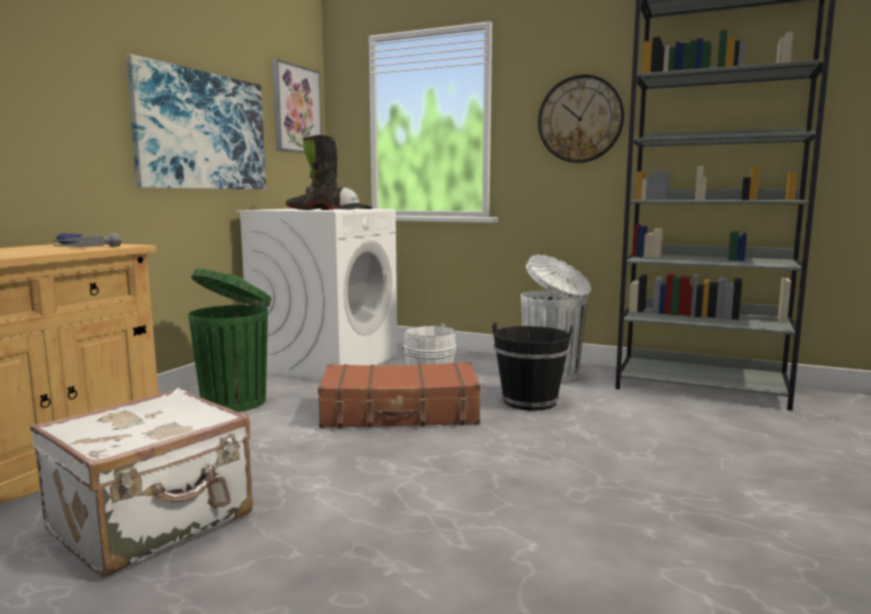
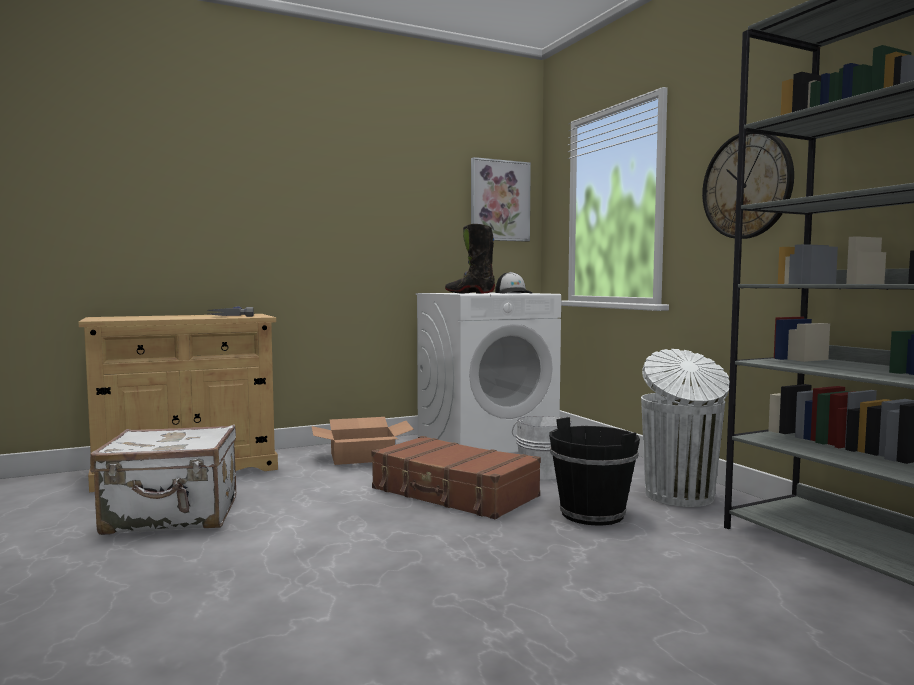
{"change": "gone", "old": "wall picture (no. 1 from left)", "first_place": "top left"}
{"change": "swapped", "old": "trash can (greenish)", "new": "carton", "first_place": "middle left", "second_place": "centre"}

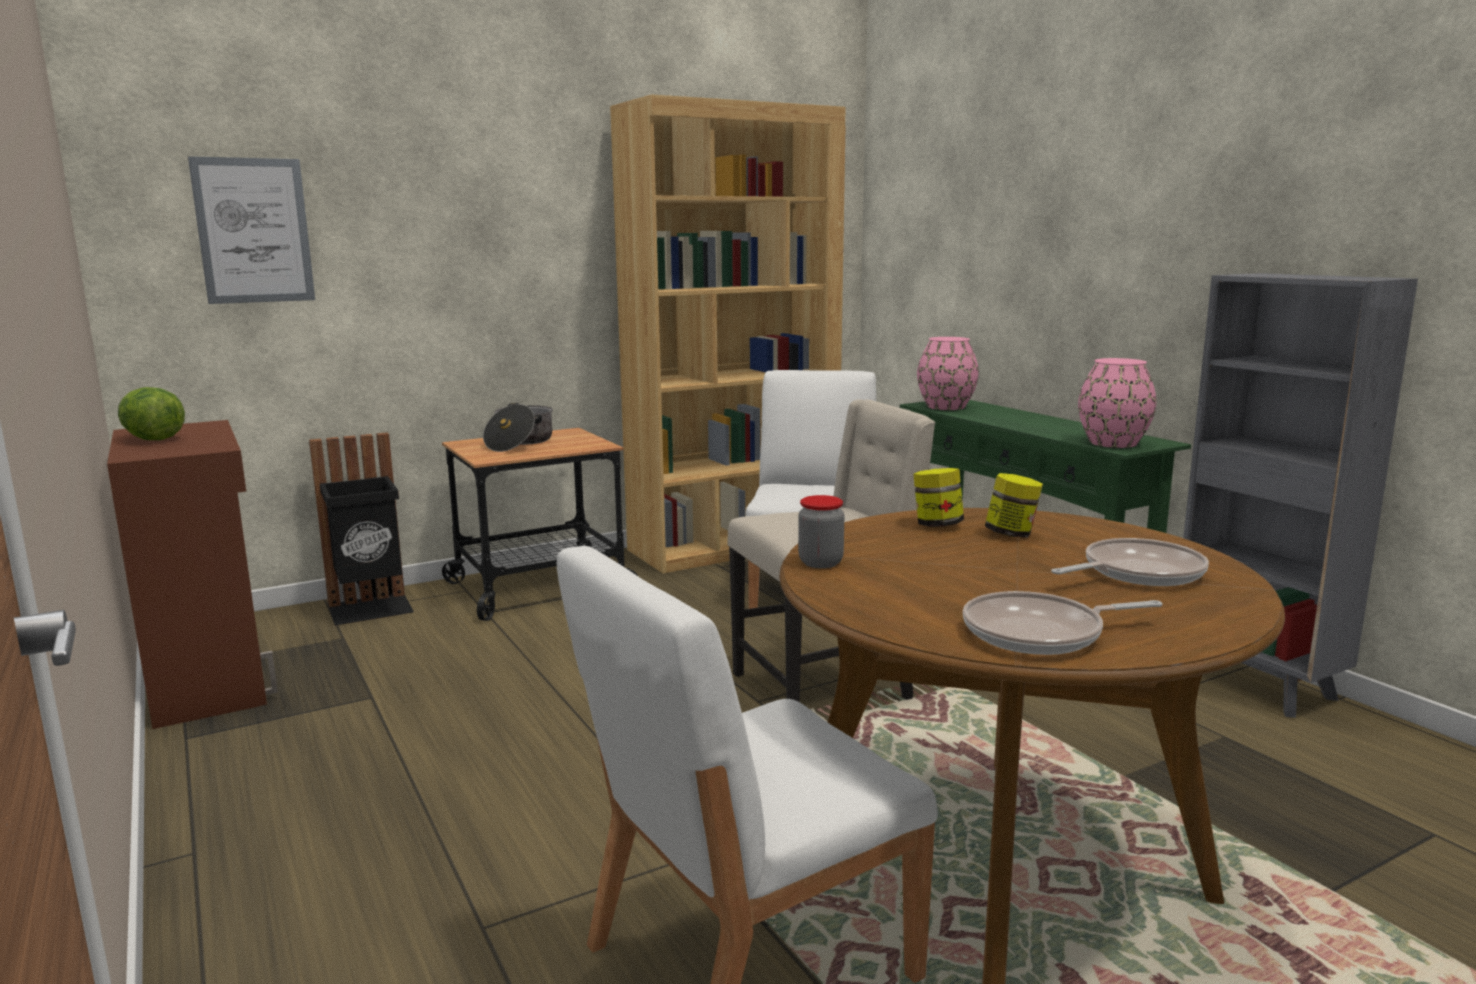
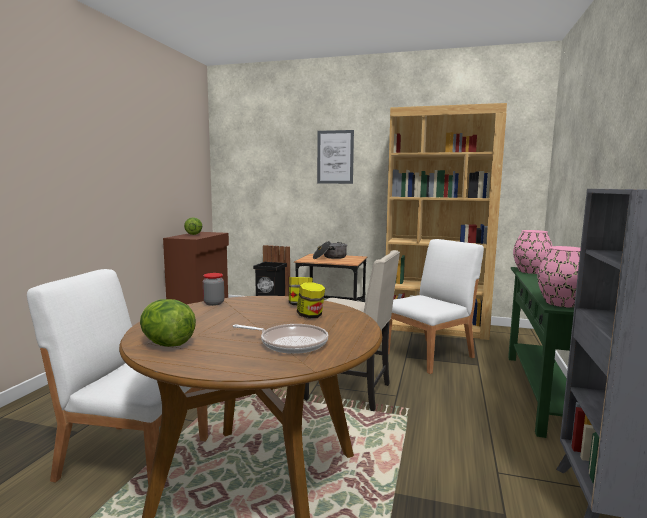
{"change": "shifted", "old": "wall picture", "first_place": "top left", "second_place": "top centre"}
{"change": "swapped", "old": "skillet (no. 1 from left)", "new": "lettuce head (no. 1 from left)", "first_place": "middle right", "second_place": "middle left"}

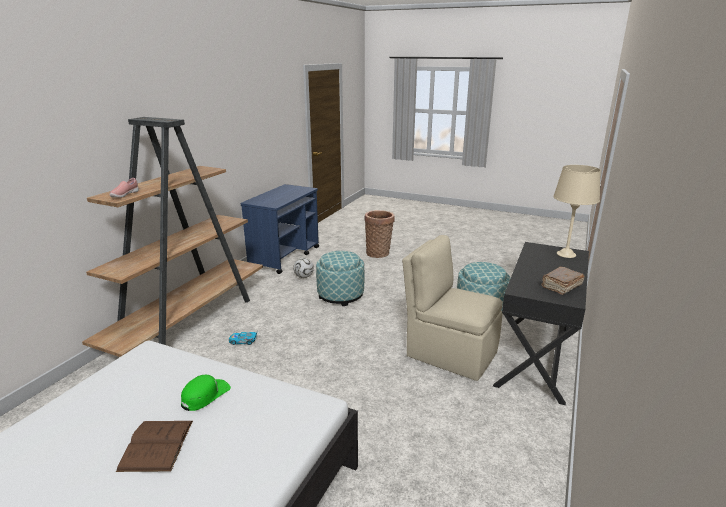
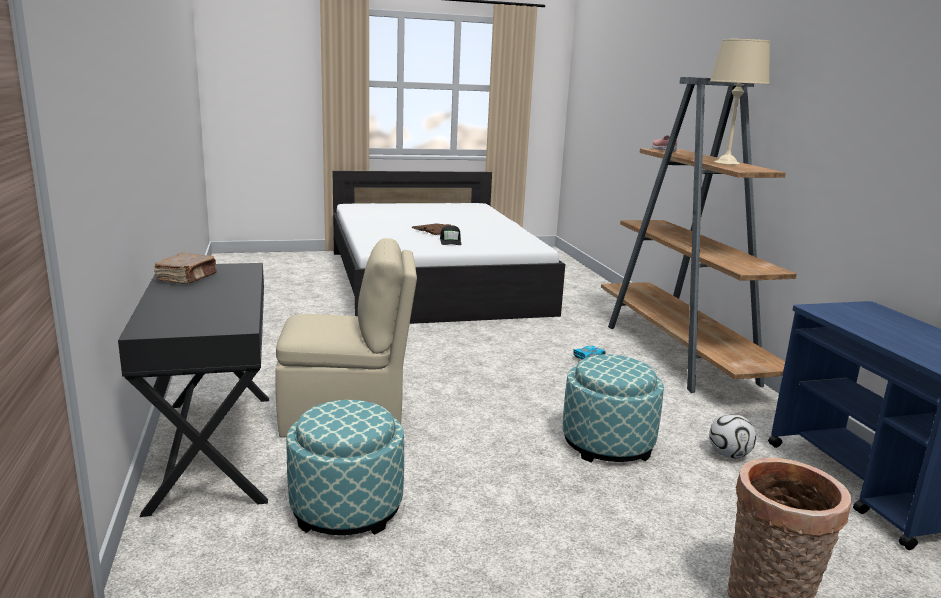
{"change": "shifted", "old": "lamp for a table (beige)", "first_place": "middle right", "second_place": "top right"}
{"change": "repainted", "old": "cap (greenish)", "new": "cap (black)", "first_place": "bottom left", "second_place": "centre"}

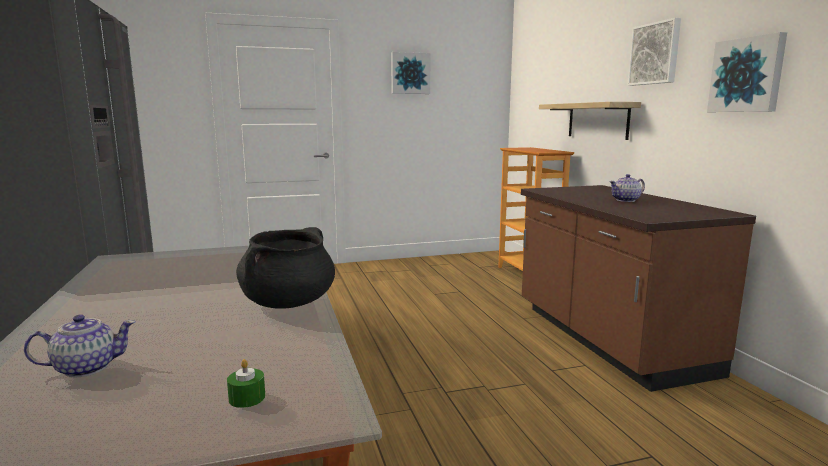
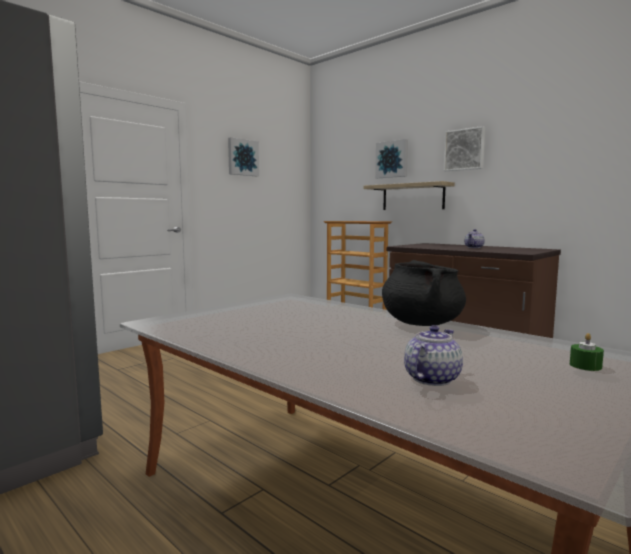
{"change": "shifted", "old": "wall picture (no. 3 from left in the first image)", "new": "wall picture (no. 2 from left)", "first_place": "top right", "second_place": "top centre"}

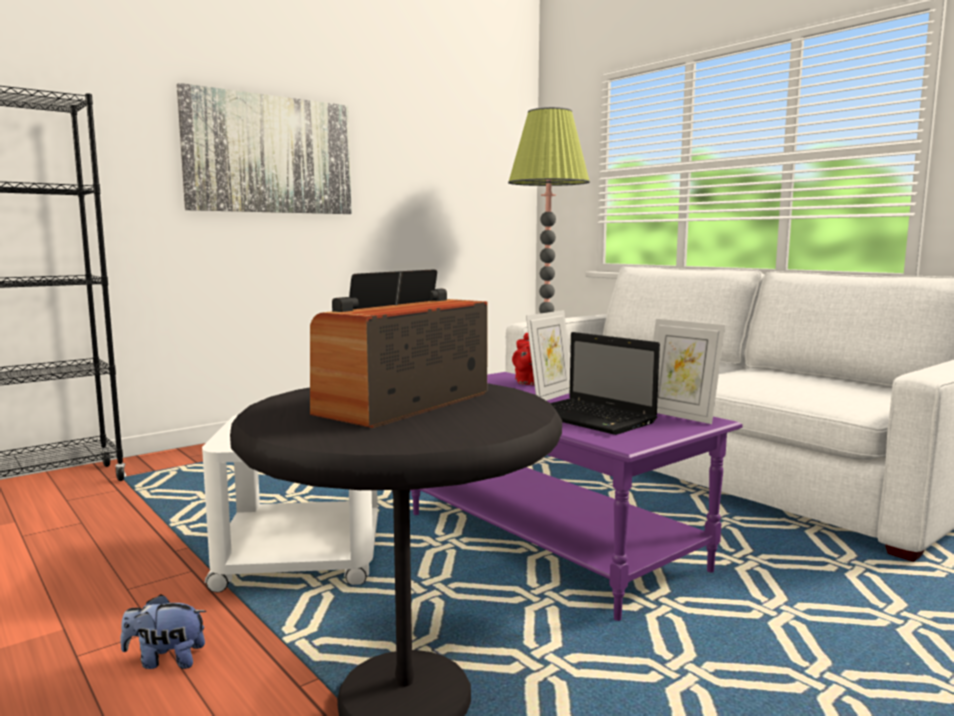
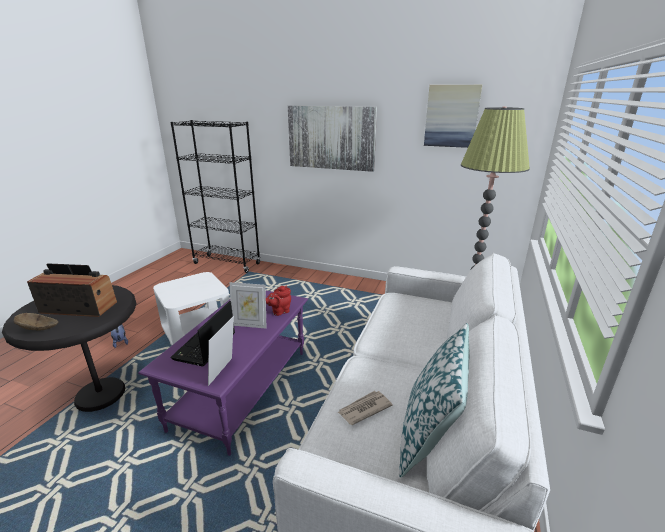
{"change": "new", "new": "wall picture (no. 2 from left)", "second_place": "top right"}
{"change": "new", "new": "serving bowl (brown-coloured)", "second_place": "middle left"}
{"change": "new", "new": "cushion", "second_place": "bottom centre"}
{"change": "new", "new": "daily paper", "second_place": "bottom centre"}

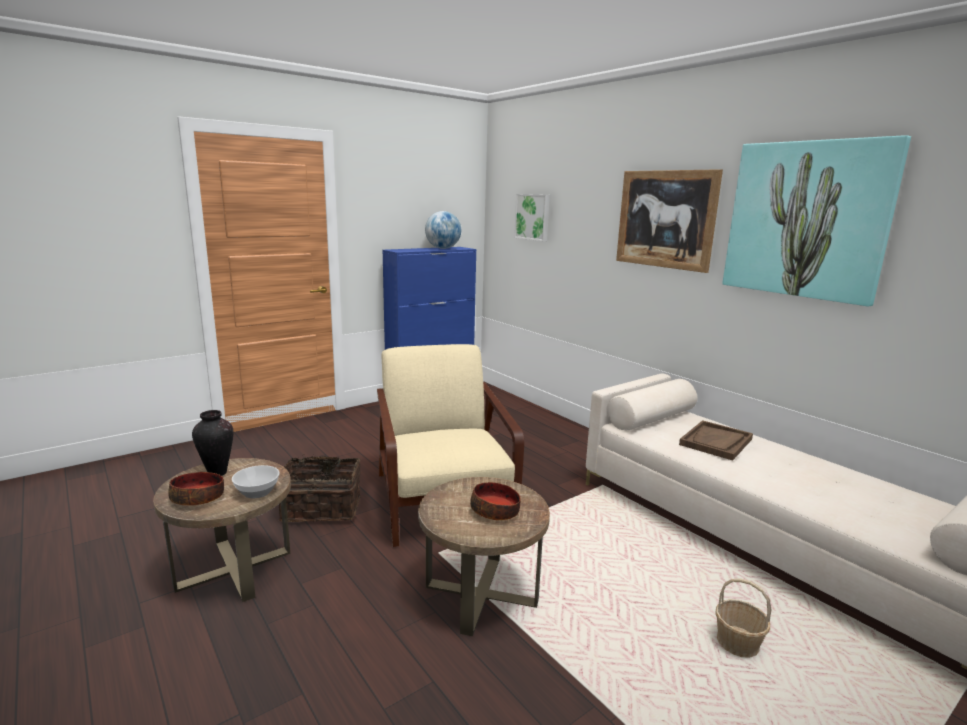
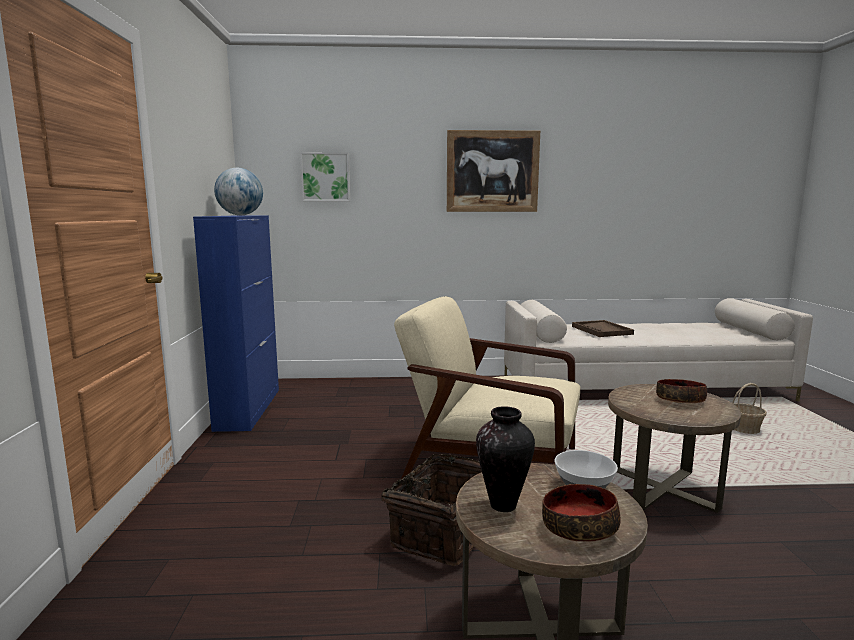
{"change": "gone", "old": "wall picture (no. 3 from left)", "first_place": "top right"}

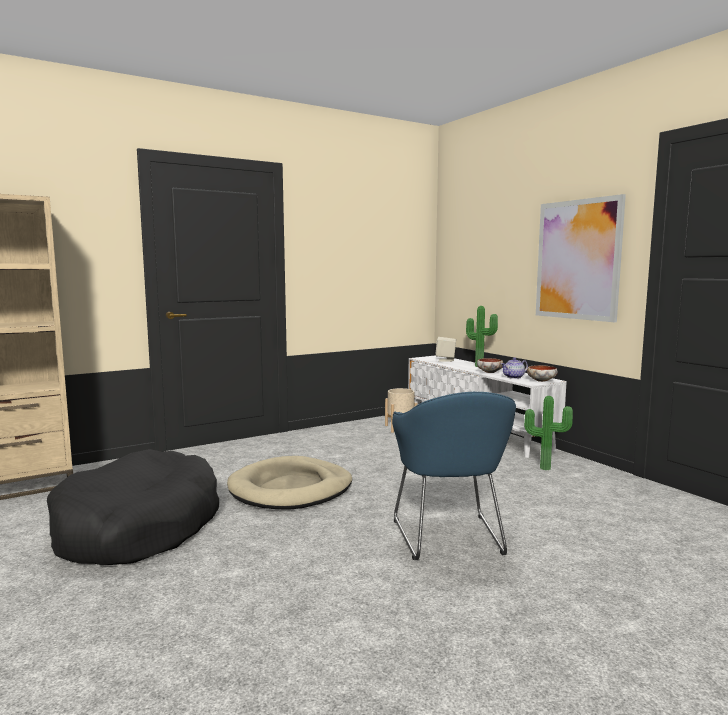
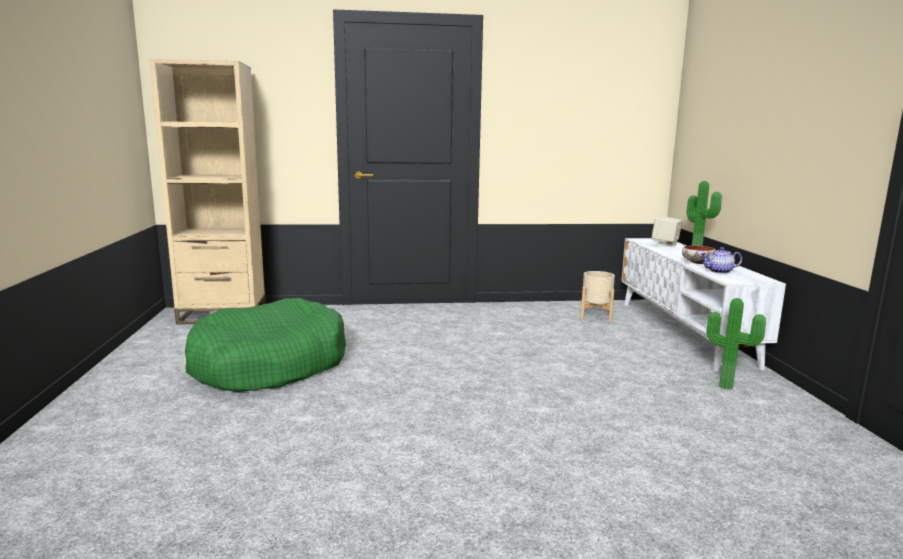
{"change": "gone", "old": "wall picture", "first_place": "middle right"}
{"change": "gone", "old": "serving bowl (no. 2 from left)", "first_place": "middle right"}
{"change": "gone", "old": "easy chair (blue)", "first_place": "centre"}
{"change": "repainted", "old": "dog bed (black)", "new": "dog bed (greenish)", "first_place": "bottom left", "second_place": "middle left"}
{"change": "gone", "old": "dog bed (beige)", "first_place": "bottom centre"}

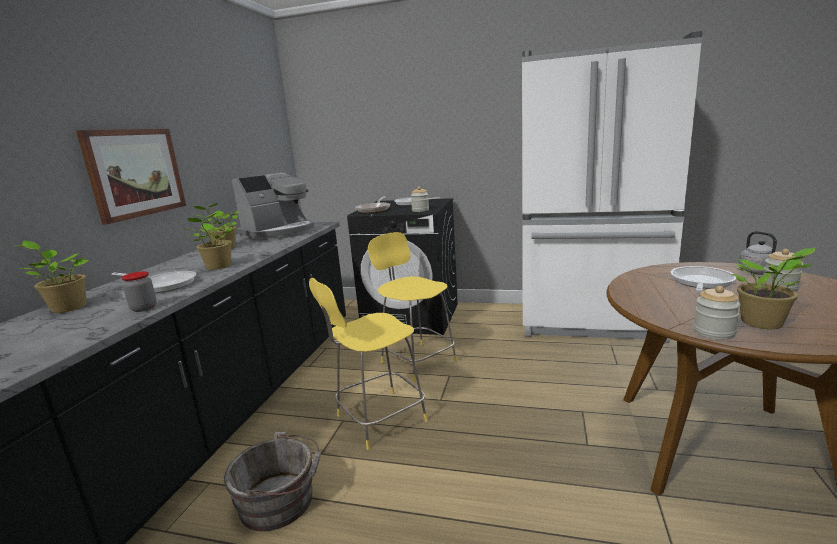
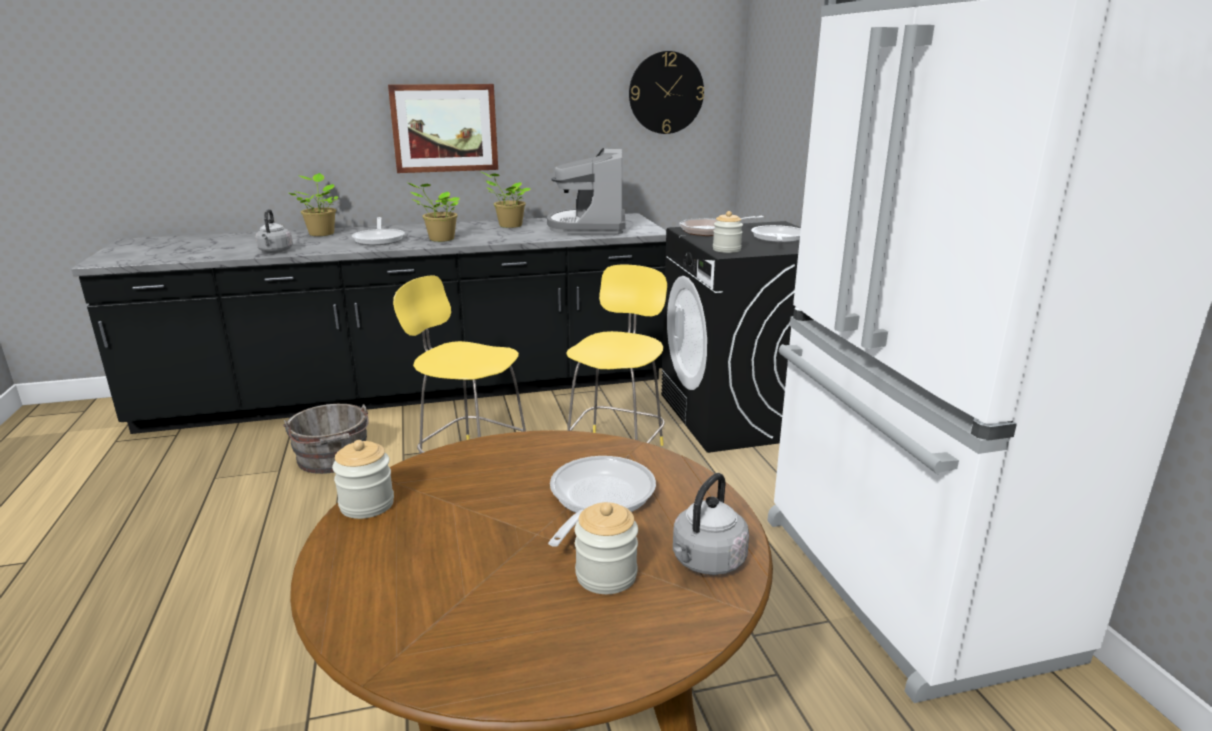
{"change": "rotated", "old": "coffee brewer", "first_place": "middle left", "second_place": "top centre", "degrees": 75}
{"change": "gone", "old": "potted plant (no. 4 from left)", "first_place": "middle right"}
{"change": "rotated", "old": "skillet (no. 4 from left in the first image)", "first_place": "middle right", "second_place": "bottom centre", "degrees": -75}
{"change": "gone", "old": "preserve jar (no. 1 from left)", "first_place": "middle left"}
{"change": "new", "new": "hanging clock", "second_place": "top centre"}
{"change": "new", "new": "kettle (gray) (no. 1 from left)", "second_place": "top left"}

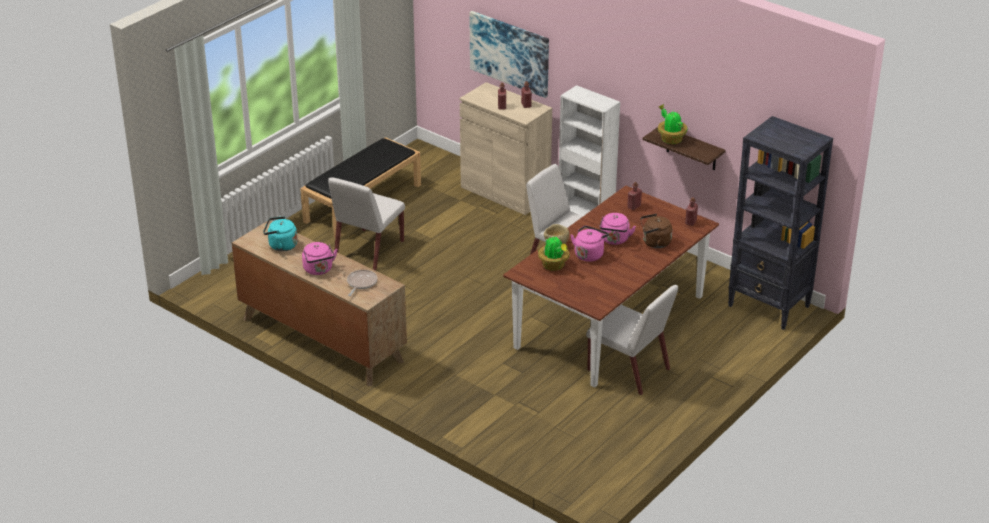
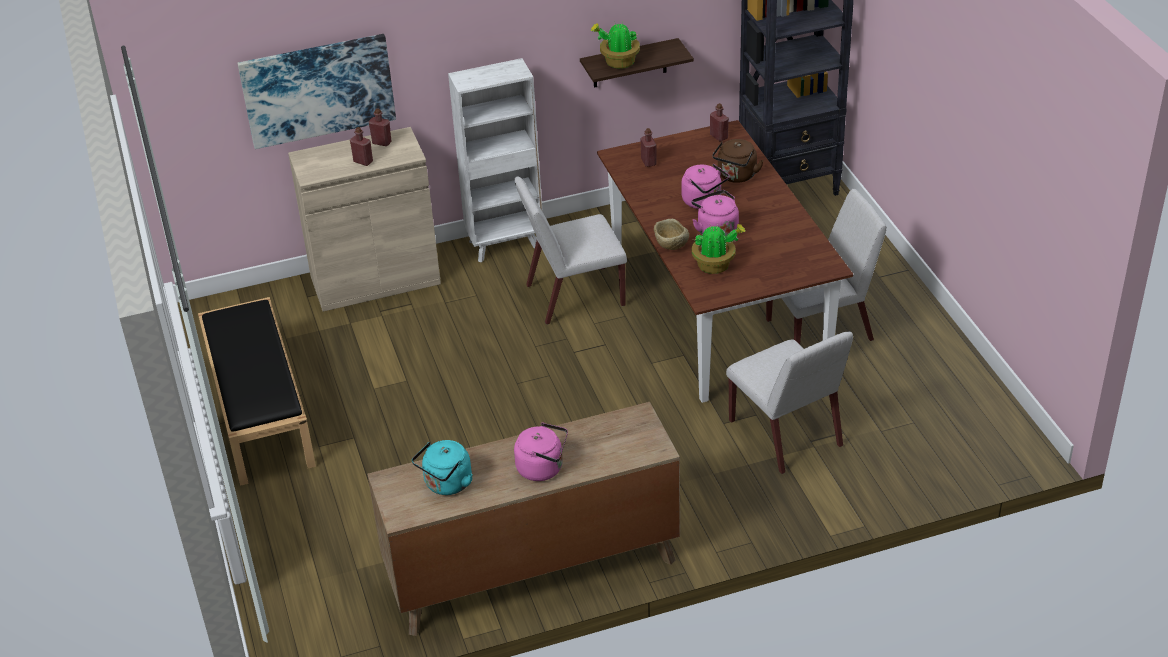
{"change": "shifted", "old": "plain chair (whitish) (no. 1 from left in the first image)", "new": "plain chair (whitish) (no. 2 from left)", "first_place": "centre", "second_place": "middle right"}
{"change": "gone", "old": "skillet", "first_place": "centre"}

